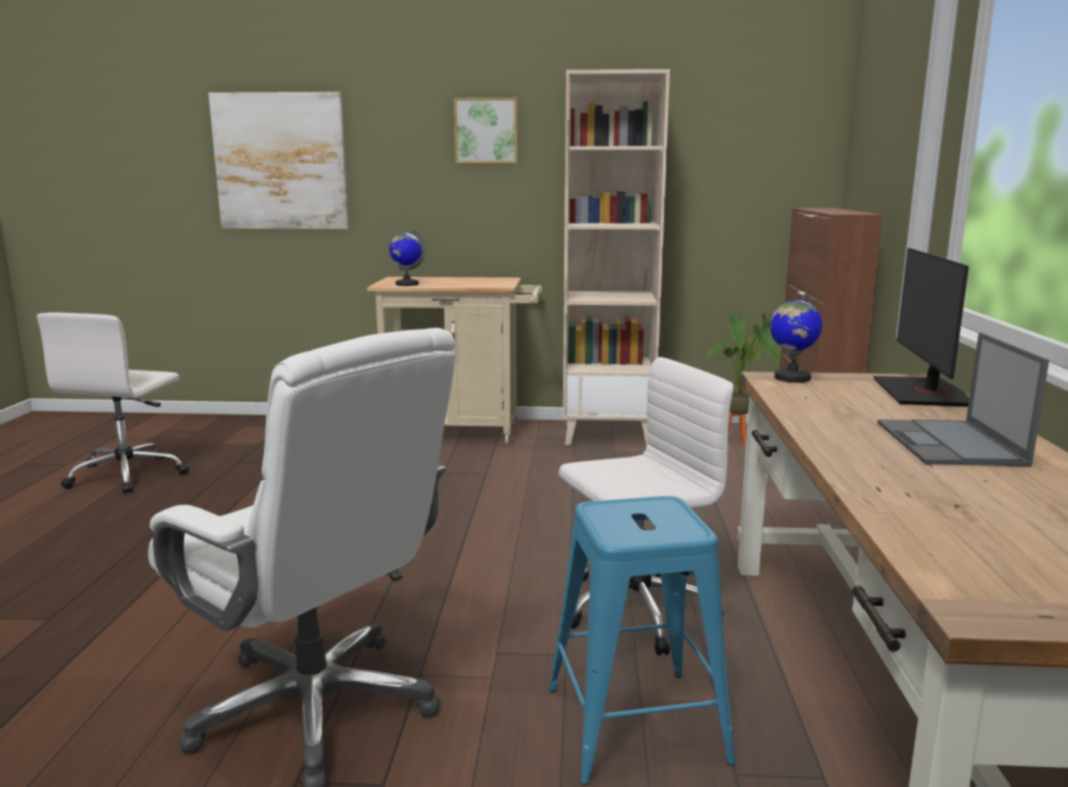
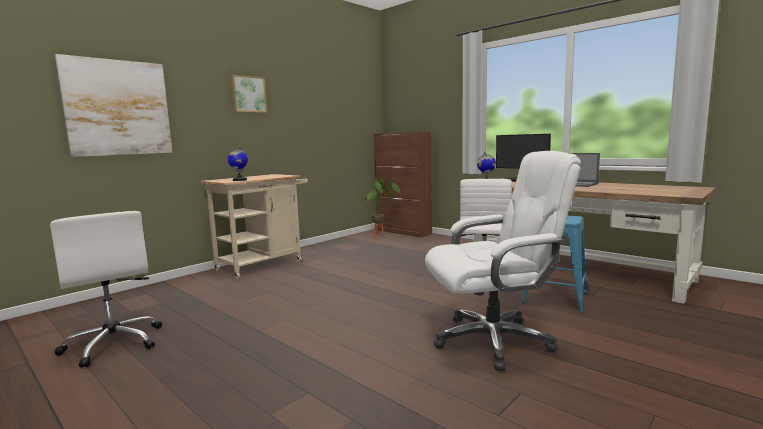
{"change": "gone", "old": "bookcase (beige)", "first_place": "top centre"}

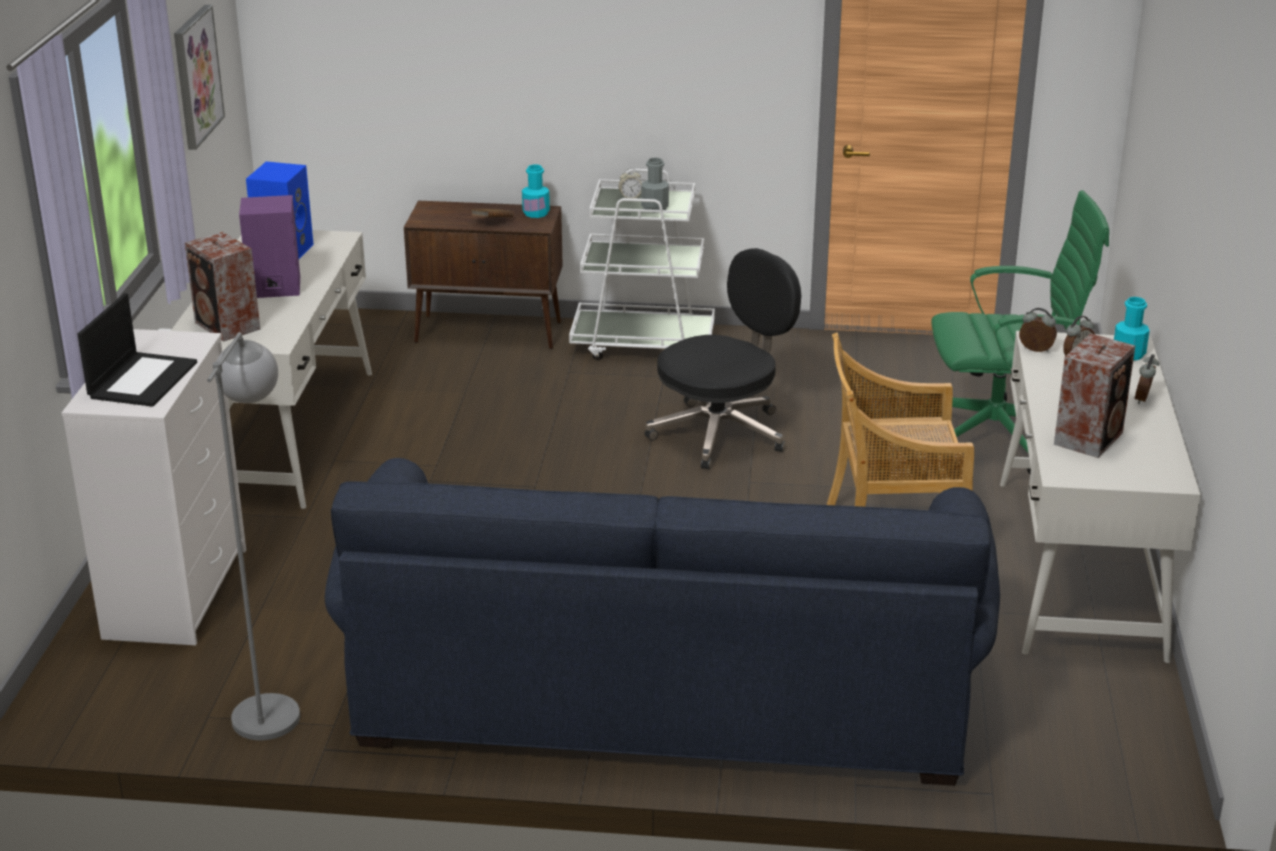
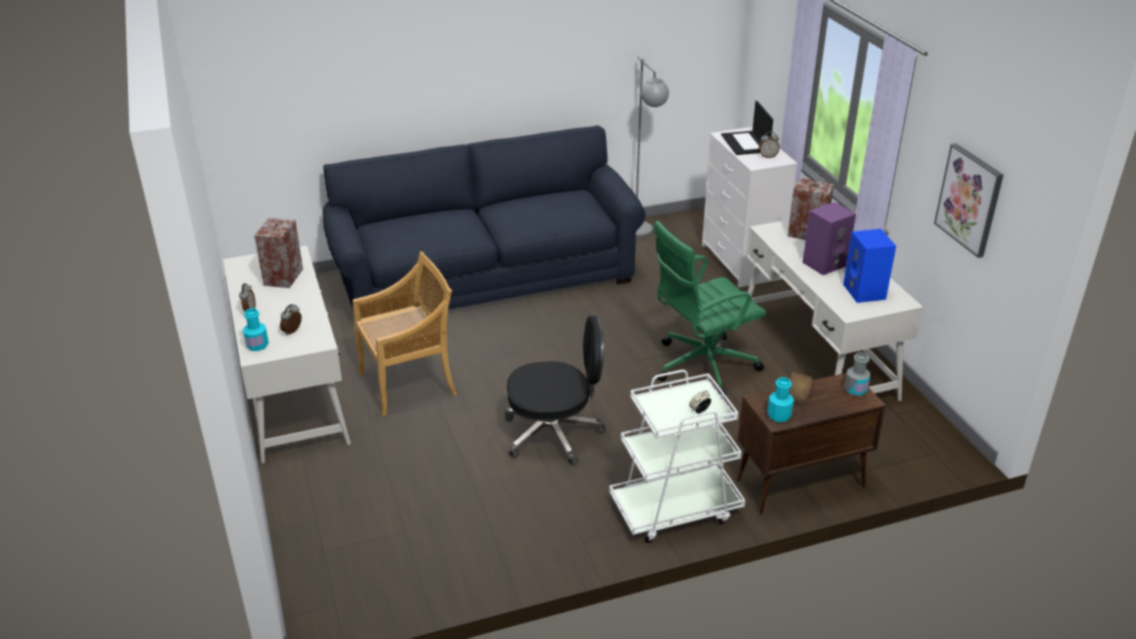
{"change": "shifted", "old": "beverage bottle (gray)", "first_place": "top centre", "second_place": "middle right"}
{"change": "shifted", "old": "office chair (greenish)", "first_place": "middle right", "second_place": "centre"}
{"change": "rotated", "old": "office chair (black)", "first_place": "centre", "second_place": "centre", "degrees": -120}
{"change": "shifted", "old": "table clock (no. 2 from left in the first image)", "new": "table clock (no. 4 from left)", "first_place": "middle right", "second_place": "top right"}

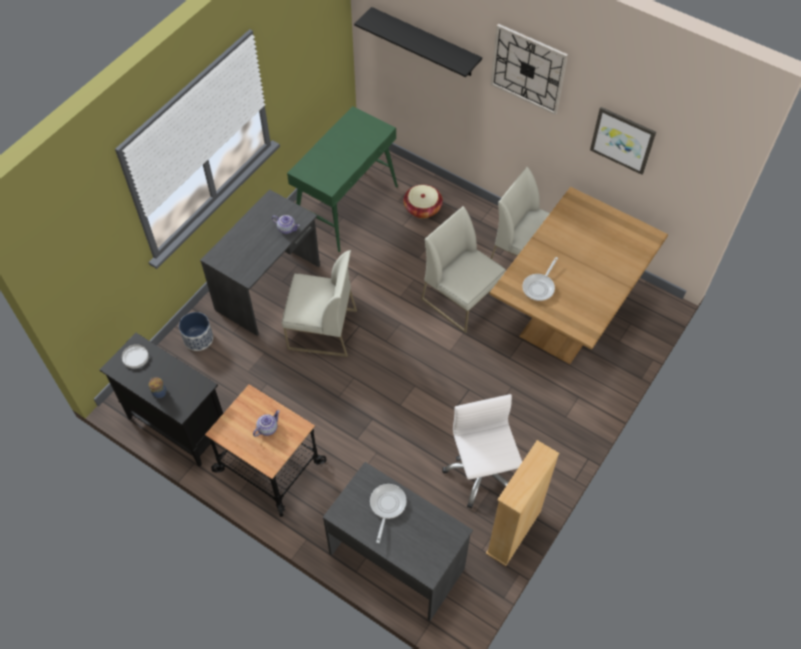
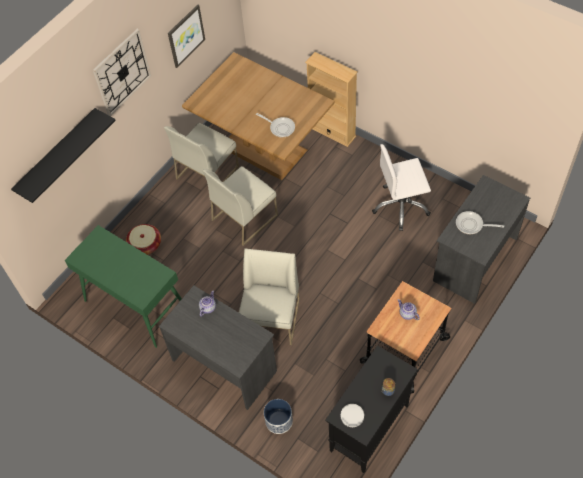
{"change": "shifted", "old": "bookcase (beige)", "first_place": "bottom centre", "second_place": "top centre"}

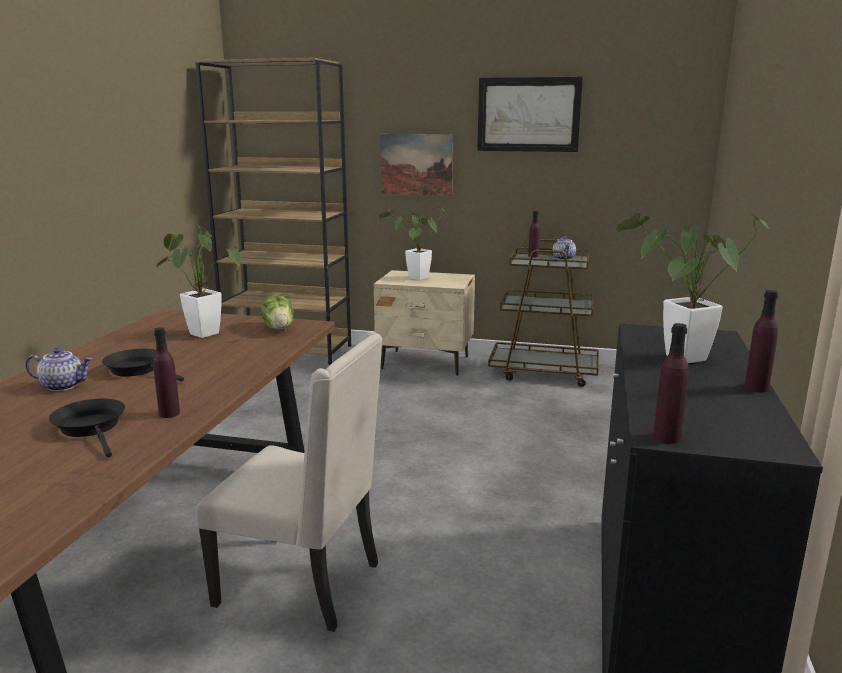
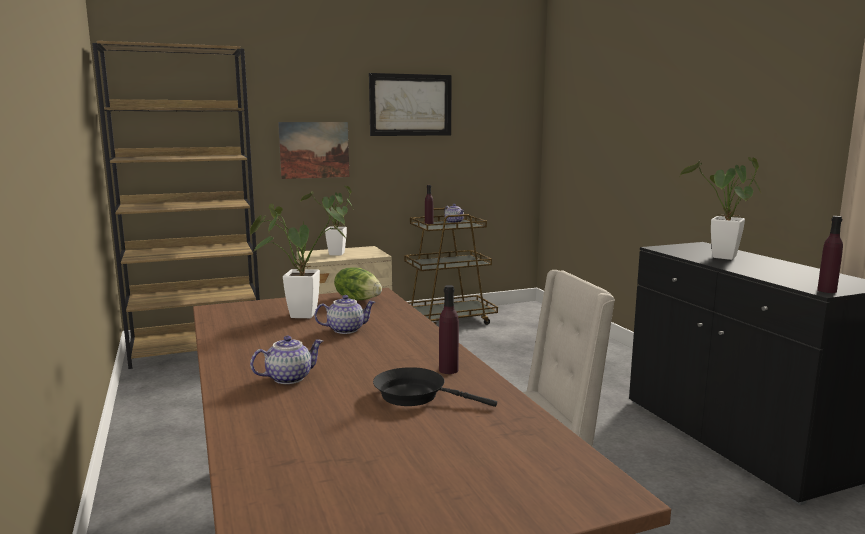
{"change": "gone", "old": "beverage bottle (purple) (no. 4 from left)", "first_place": "middle right"}
{"change": "gone", "old": "skillet (black) (no. 2 from left)", "first_place": "middle left"}
{"change": "new", "new": "teapot (no. 2 from left)", "second_place": "centre"}

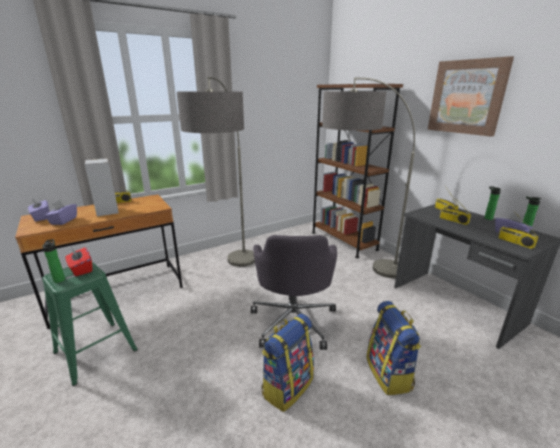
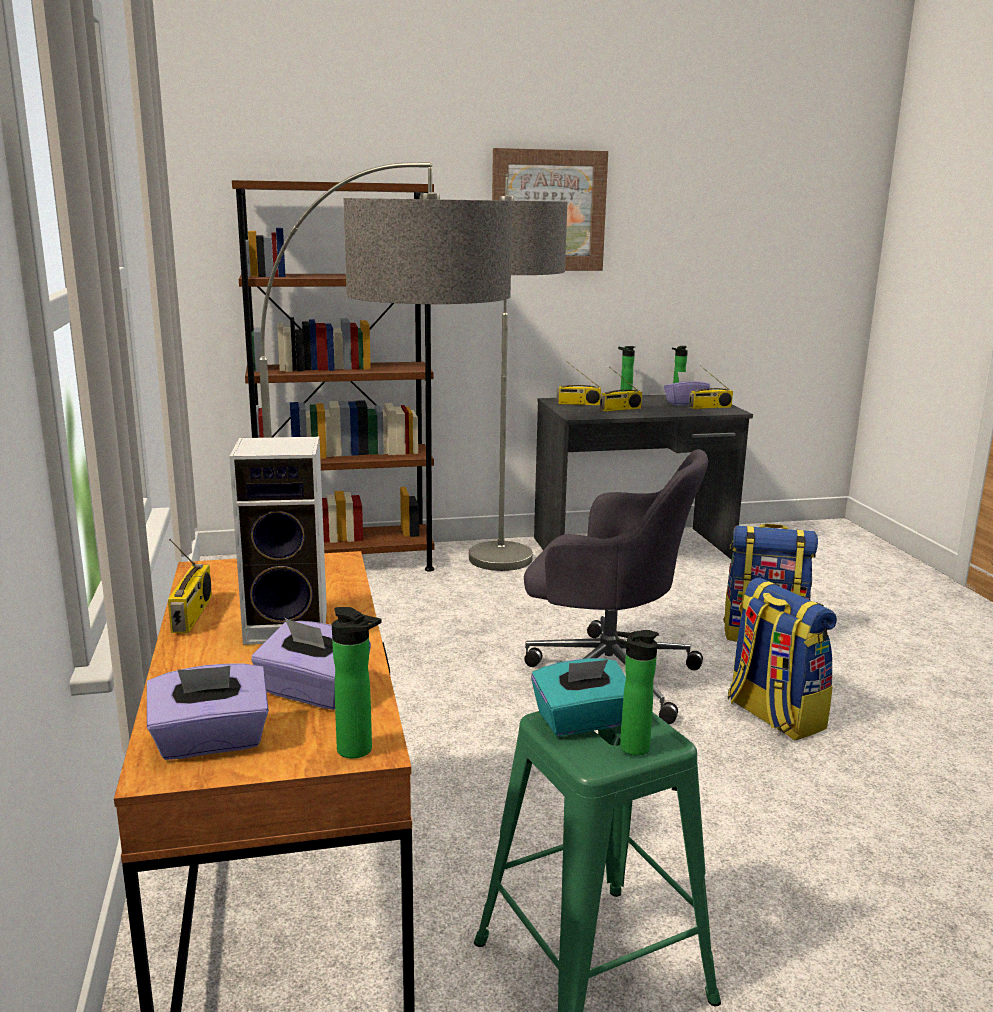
{"change": "repainted", "old": "box of tissues (red-coloured)", "new": "box of tissues (turquoise-coloured)", "first_place": "middle left", "second_place": "bottom centre"}
{"change": "new", "new": "beverage bottle (no. 1 from left)", "second_place": "bottom centre"}

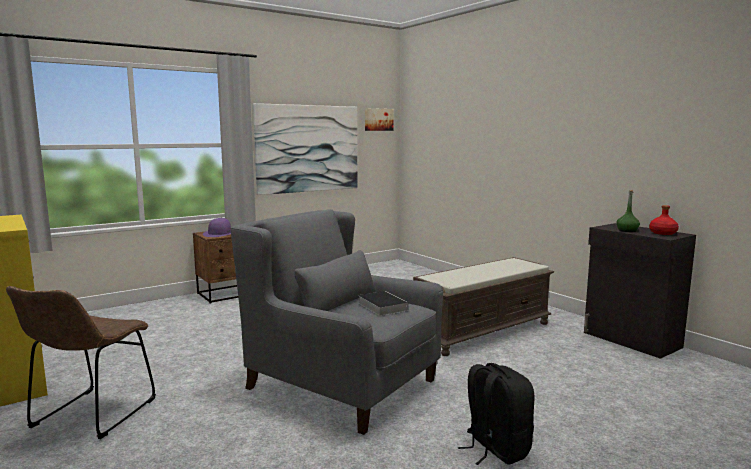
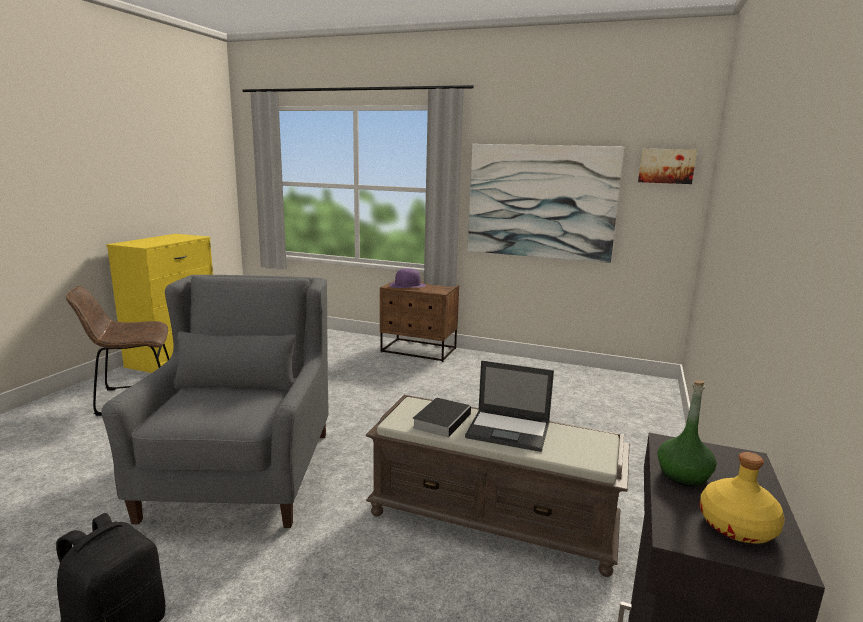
{"change": "repainted", "old": "beverage bottle (red-coloured)", "new": "beverage bottle (yellowish)", "first_place": "middle right", "second_place": "bottom right"}
{"change": "shifted", "old": "bound book", "first_place": "centre", "second_place": "bottom centre"}
{"change": "new", "new": "notebook computer", "second_place": "centre"}

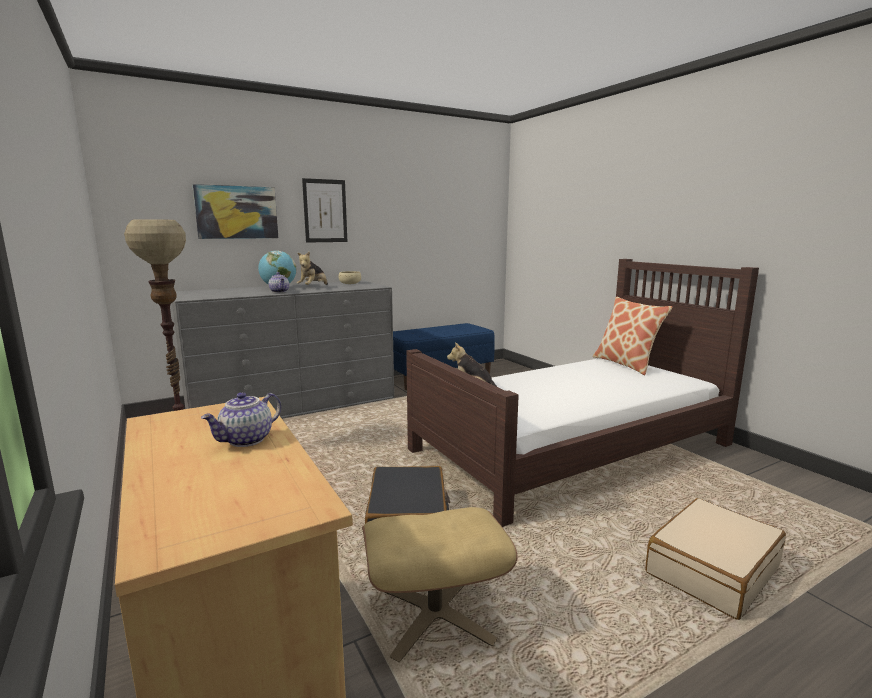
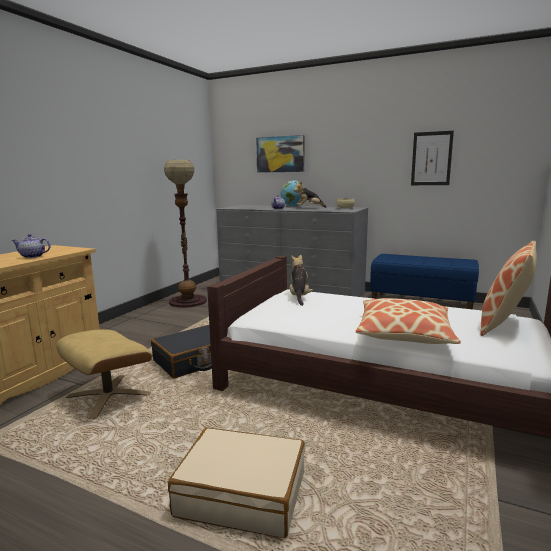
{"change": "shifted", "old": "wall picture (no. 2 from left)", "first_place": "top centre", "second_place": "top right"}
{"change": "new", "new": "cushion (no. 1 from left)", "second_place": "middle right"}

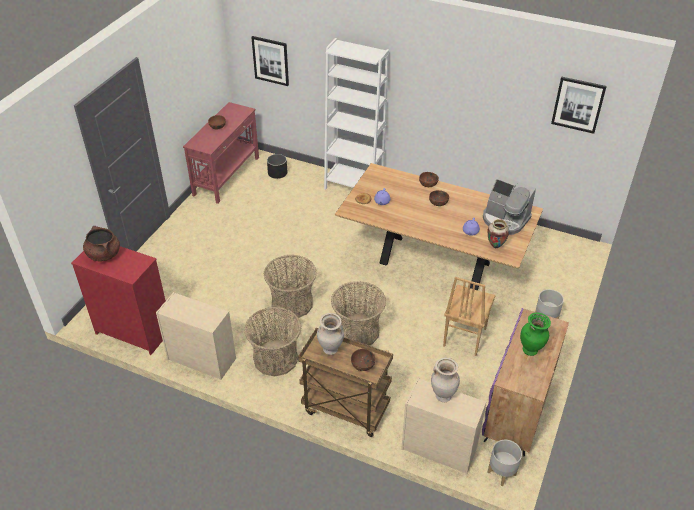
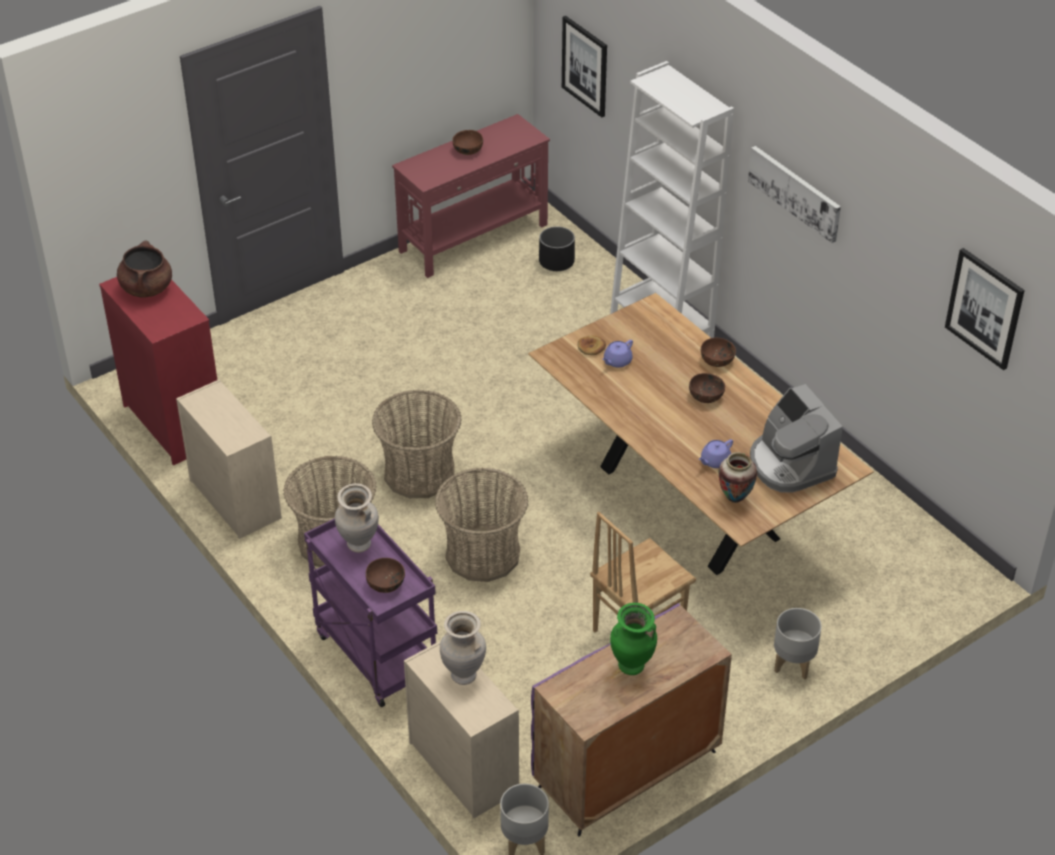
{"change": "repainted", "old": "cart (brown-coloured)", "new": "cart (purple)", "first_place": "bottom centre", "second_place": "bottom centre"}
{"change": "new", "new": "wall picture (no. 2 from left)", "second_place": "top right"}

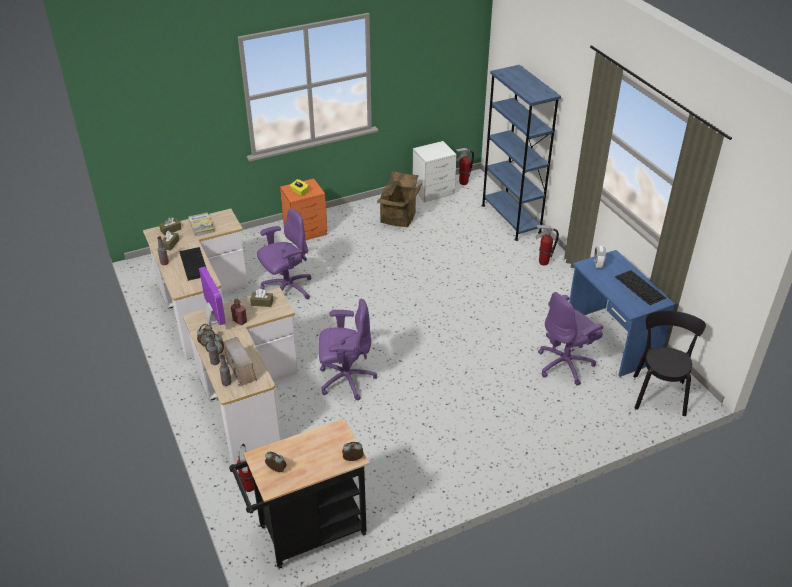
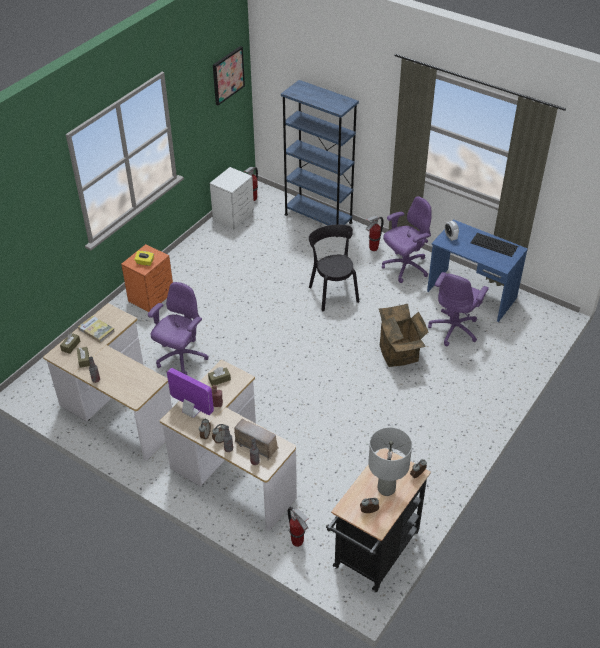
{"change": "shifted", "old": "carton", "first_place": "centre", "second_place": "middle right"}
{"change": "gone", "old": "keyboard (no. 1 from left)", "first_place": "middle left"}
{"change": "shifted", "old": "office chair (purple) (no. 2 from left)", "first_place": "centre", "second_place": "middle right"}
{"change": "shifted", "old": "plain chair (black)", "first_place": "middle right", "second_place": "centre"}
{"change": "new", "new": "wall picture", "second_place": "top centre"}
{"change": "new", "new": "lamp for a table (gray)", "second_place": "bottom centre"}

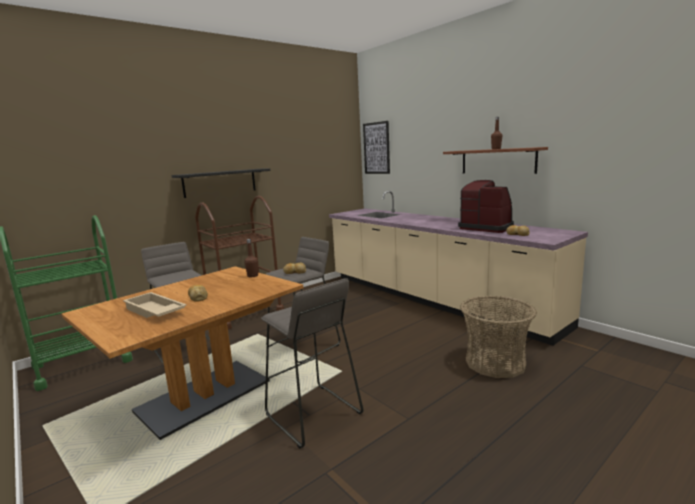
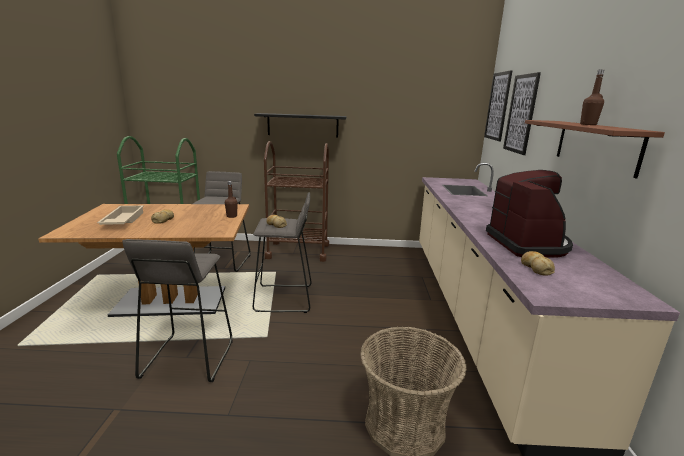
{"change": "new", "new": "wall picture (no. 2 from left)", "second_place": "top right"}

